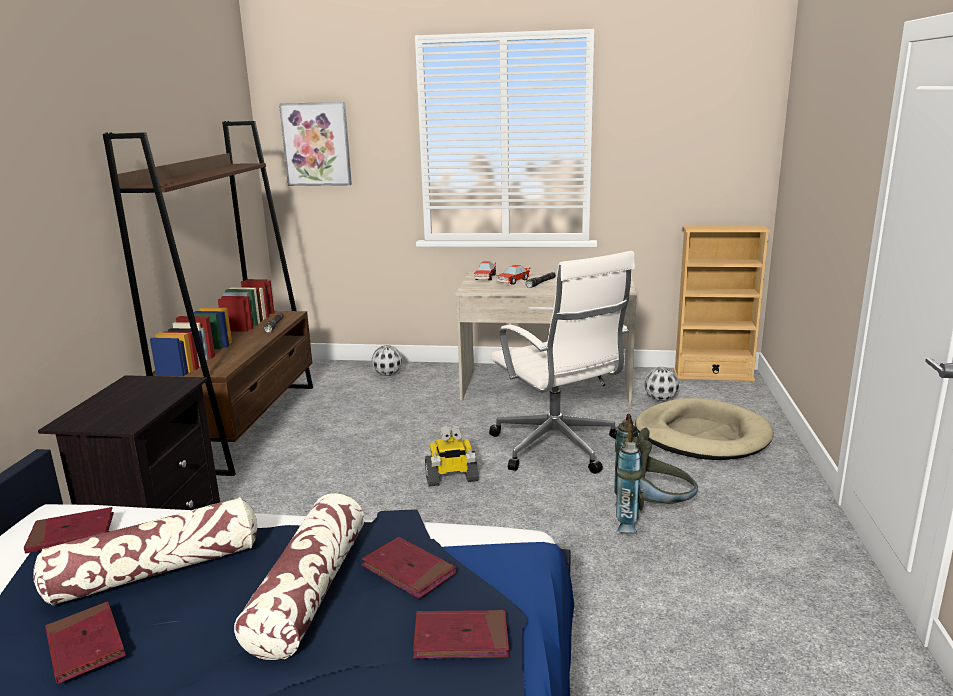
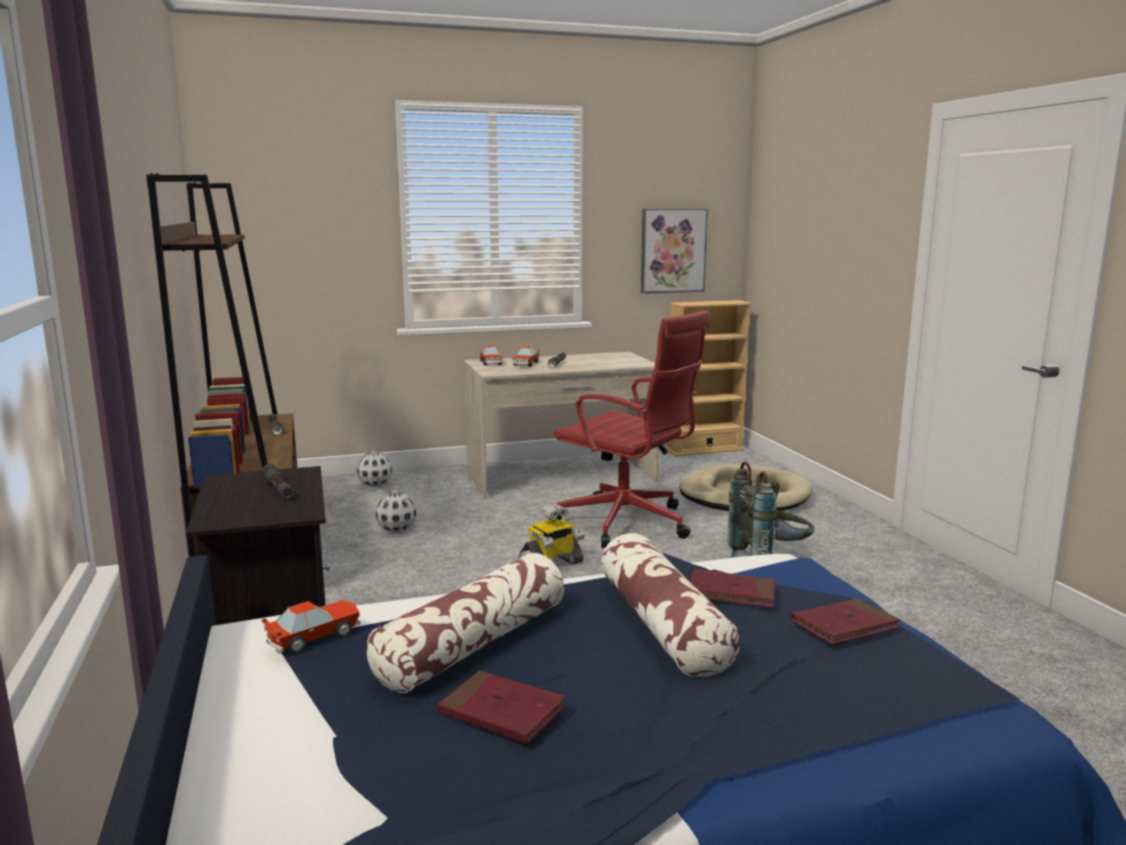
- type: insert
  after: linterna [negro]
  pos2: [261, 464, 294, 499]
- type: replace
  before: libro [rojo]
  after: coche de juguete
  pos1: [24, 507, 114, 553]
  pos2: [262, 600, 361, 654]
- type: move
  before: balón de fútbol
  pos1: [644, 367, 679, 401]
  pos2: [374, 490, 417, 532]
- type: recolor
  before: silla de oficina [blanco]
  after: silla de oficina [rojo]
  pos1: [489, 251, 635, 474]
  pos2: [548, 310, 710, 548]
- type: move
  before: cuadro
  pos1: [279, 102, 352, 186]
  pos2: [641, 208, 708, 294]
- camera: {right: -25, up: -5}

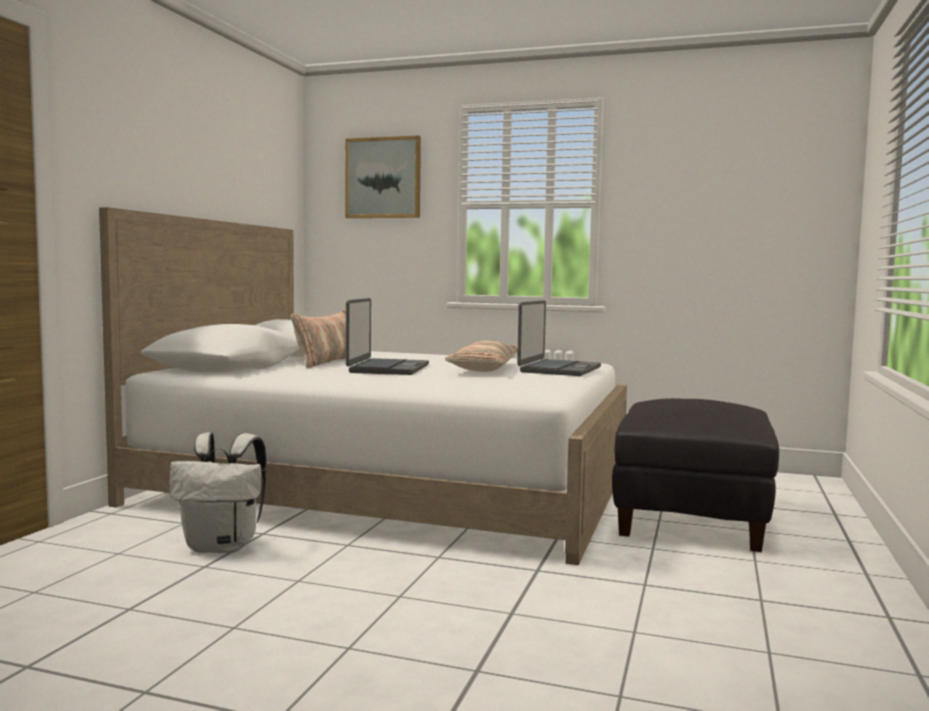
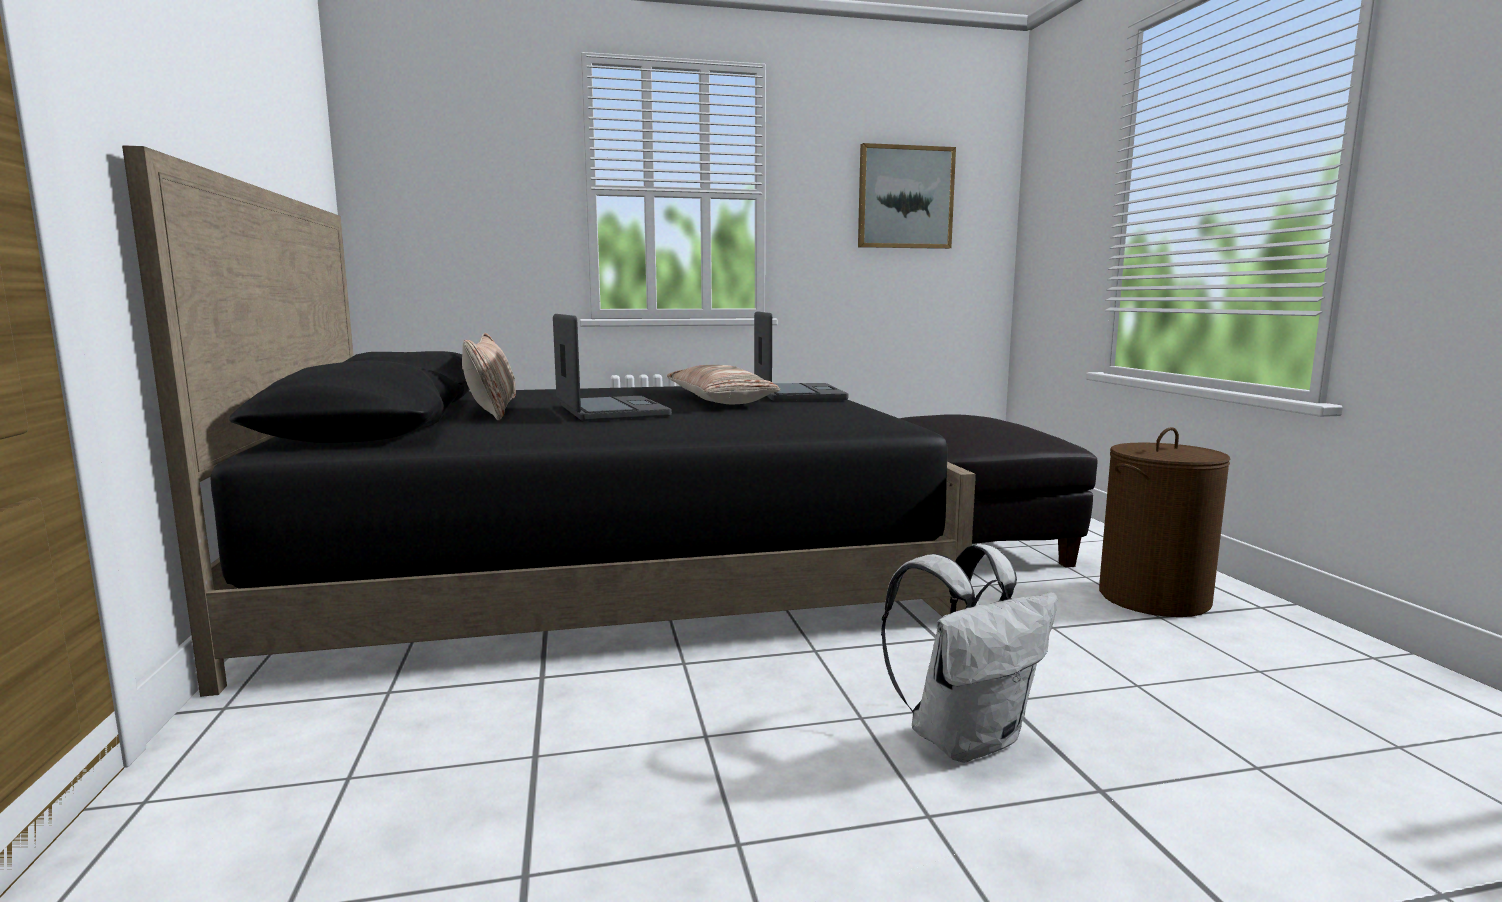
- type: recolor
  before: cama [blanco]
  after: cama [negro]
  pos1: [99, 207, 627, 565]
  pos2: [122, 145, 976, 697]
- type: move
  before: cuadro
  pos1: [345, 136, 421, 218]
  pos2: [858, 143, 956, 249]
- type: move
  before: mochila [blanco]
  pos1: [169, 432, 266, 553]
  pos2: [881, 544, 1058, 762]
- type: insert
  after: cesto de la ropa [marrón]
  pos2: [1099, 427, 1230, 617]
- camera: {right: -30, up: 5}

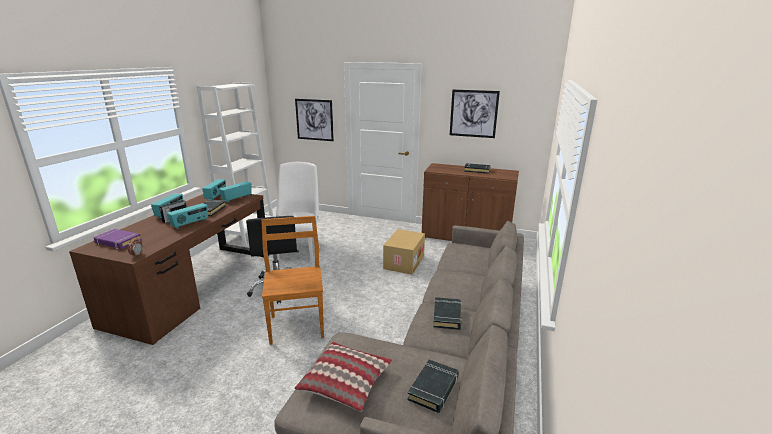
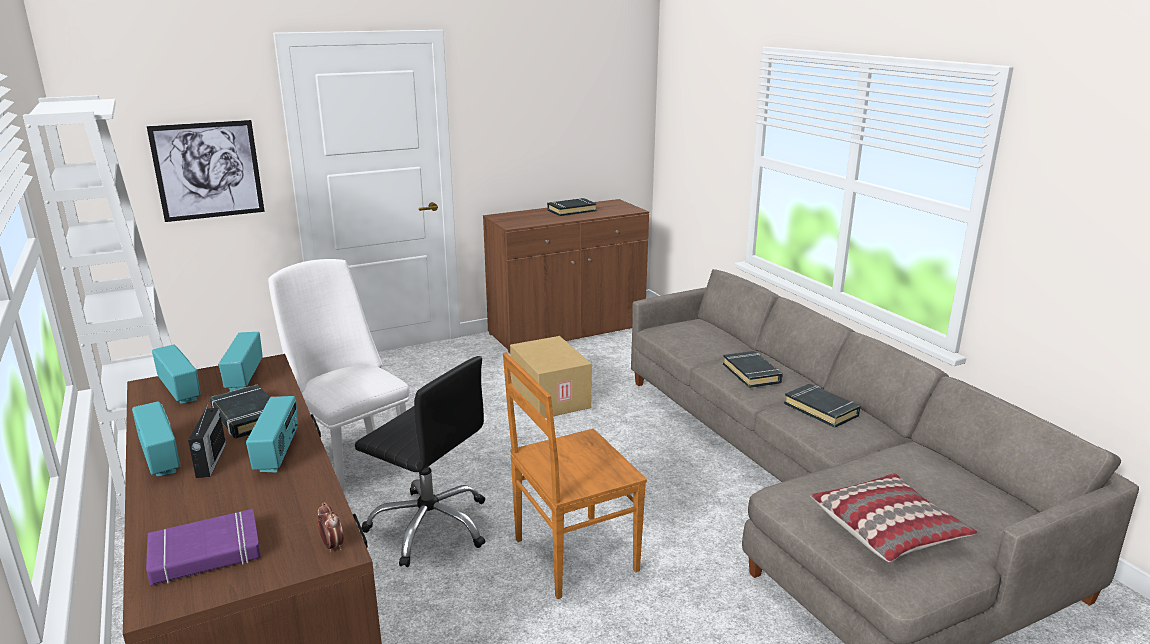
- type: rotate
  before: silla [marrón]
  pos1: [261, 216, 324, 345]
  pos2: [503, 352, 647, 599]
  turn: -60
- type: move
  before: libro [negro]
  pos1: [407, 360, 459, 413]
  pos2: [723, 351, 783, 388]
- type: delete
  before: cuadro
  pos1: [450, 89, 500, 138]
- camera: {right: -45, up: 0}

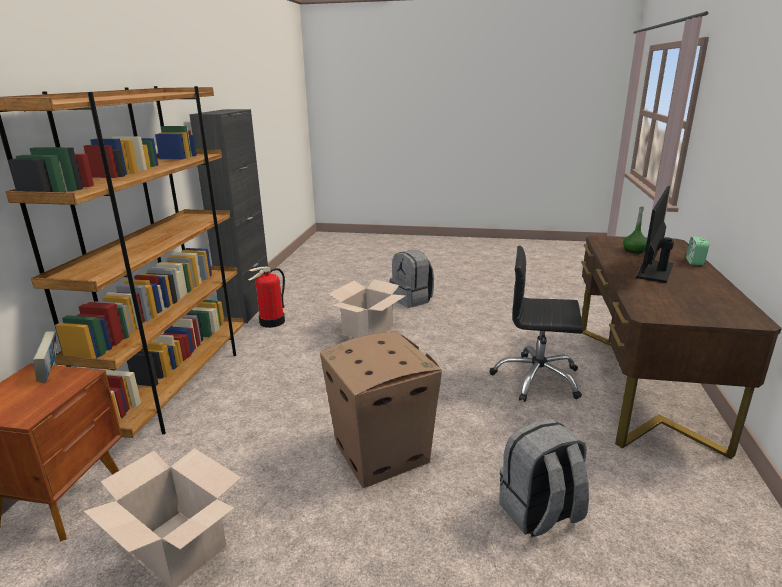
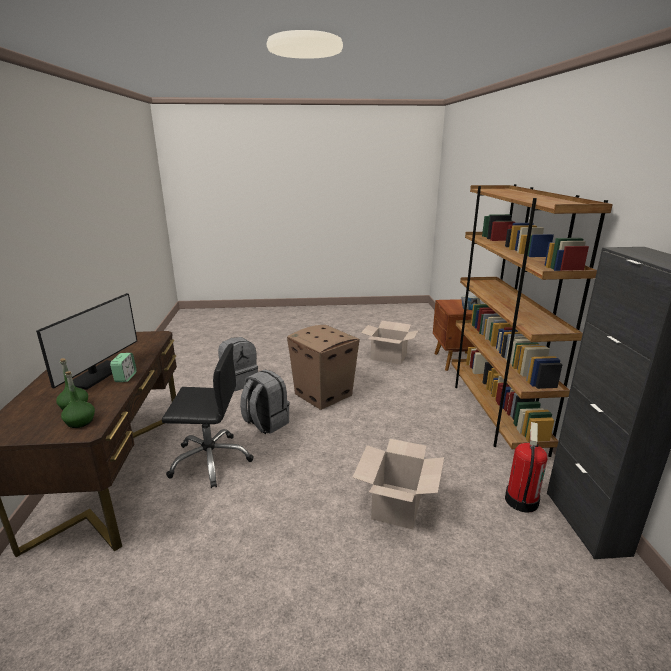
- type: insert
  after: botella [verde]
  pos2: [61, 371, 95, 428]
- type: move
  before: despertador
  pos1: [686, 237, 709, 266]
  pos2: [110, 353, 137, 382]
- type: move
  before: mochila [gris]
  pos1: [390, 250, 434, 308]
  pos2: [240, 369, 290, 434]
- camera: {right: 165, up: 0}

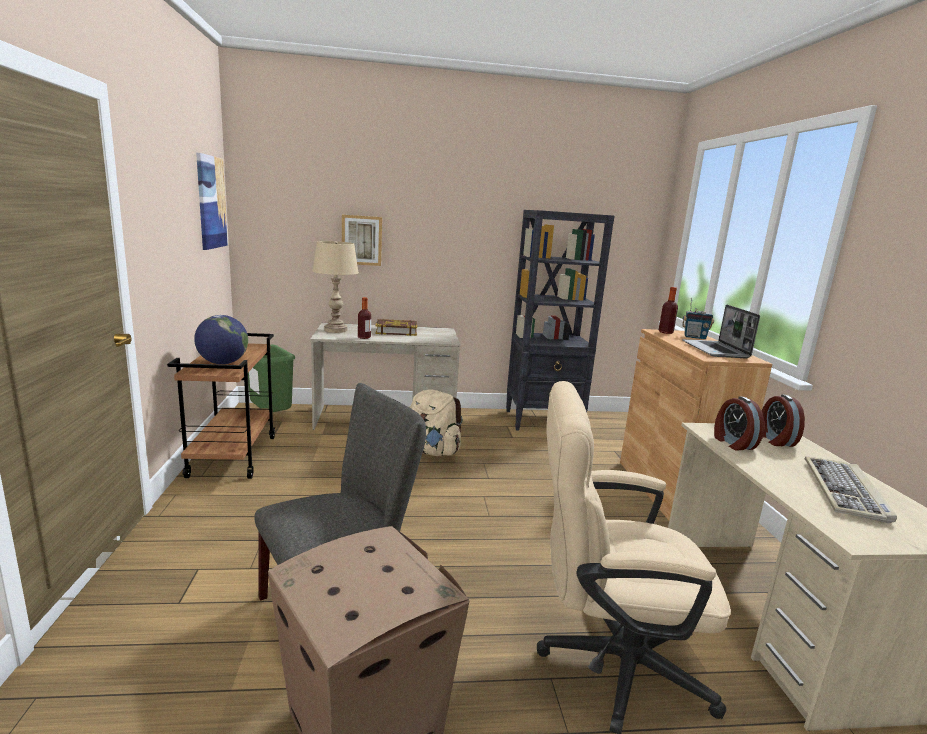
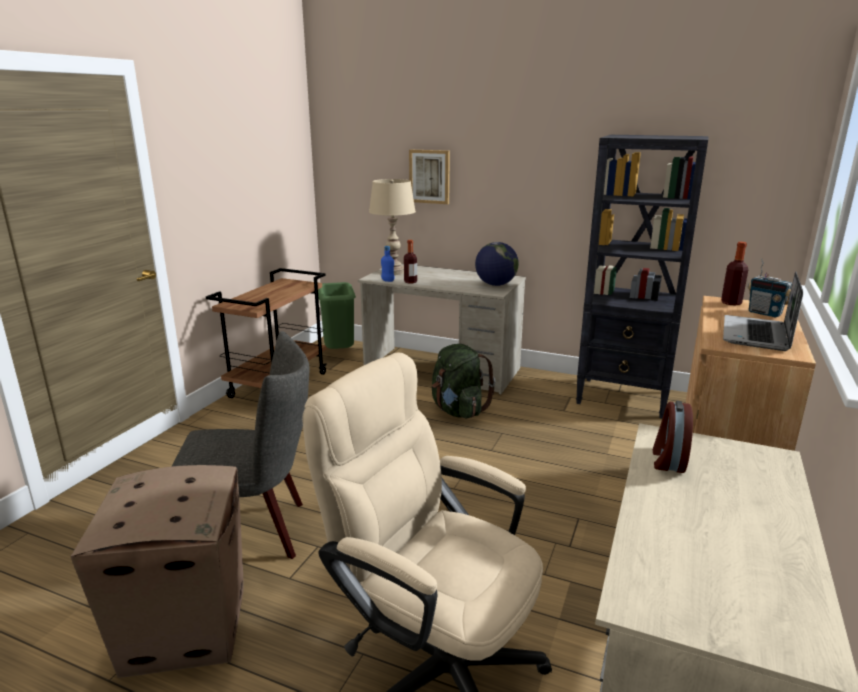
- type: insert
  after: botella [azul]
  pos2: [381, 246, 395, 282]
- type: recolor
  before: mochila [beis]
  after: mochila [verde]
  pos1: [410, 389, 463, 456]
  pos2: [432, 344, 496, 418]
- type: move
  before: globo terráqueo
  pos1: [194, 315, 248, 364]
  pos2: [475, 242, 519, 286]
- type: delete
  before: cuadro
  pos1: [196, 153, 228, 250]
- type: delete
  before: libro
  pos1: [375, 319, 417, 336]
- type: delete
  before: despertador
  pos1: [762, 395, 805, 447]
- type: delete
  before: teclado
  pos1: [805, 457, 897, 523]
- camera: {right: 30, up: 5}

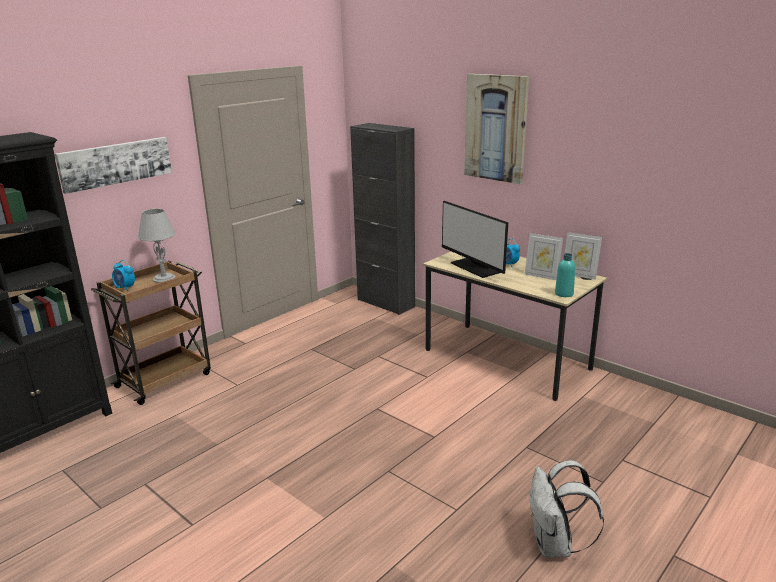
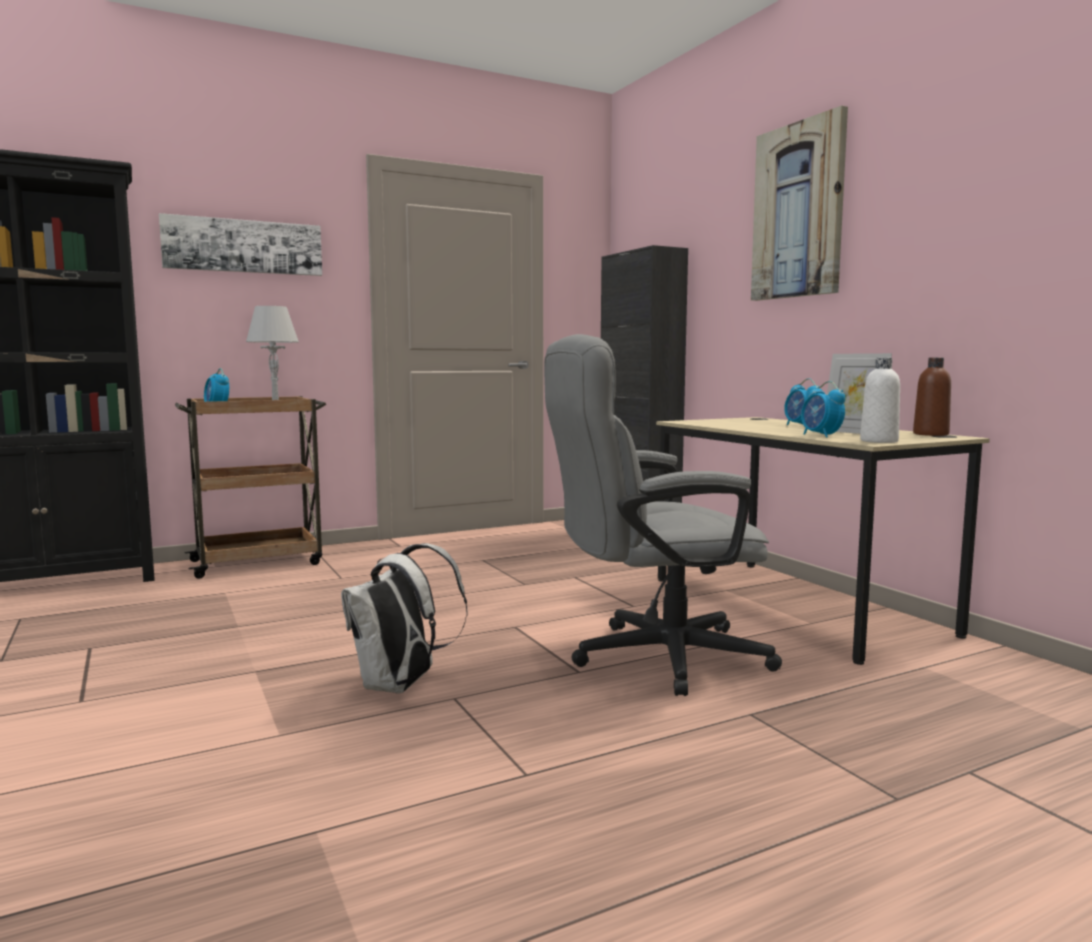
- type: move
  before: mochila [blanco]
  pos1: [529, 460, 604, 557]
  pos2: [341, 543, 468, 694]
- type: insert
  after: silla de oficina [gris]
  pos2: [544, 334, 782, 696]
- type: insert
  after: despertador
  pos2: [801, 381, 846, 438]
- type: recolor
  before: botella [turquesa]
  after: botella [blanco]
  pos1: [555, 253, 575, 297]
  pos2: [860, 358, 900, 443]
- type: replace
  before: portarretratos
  after: botella [marrón]
  pos1: [565, 232, 602, 280]
  pos2: [913, 358, 951, 436]
- type: delete
  before: monitor
  pos1: [442, 201, 508, 278]
- camera: {right: 20, up: -15}

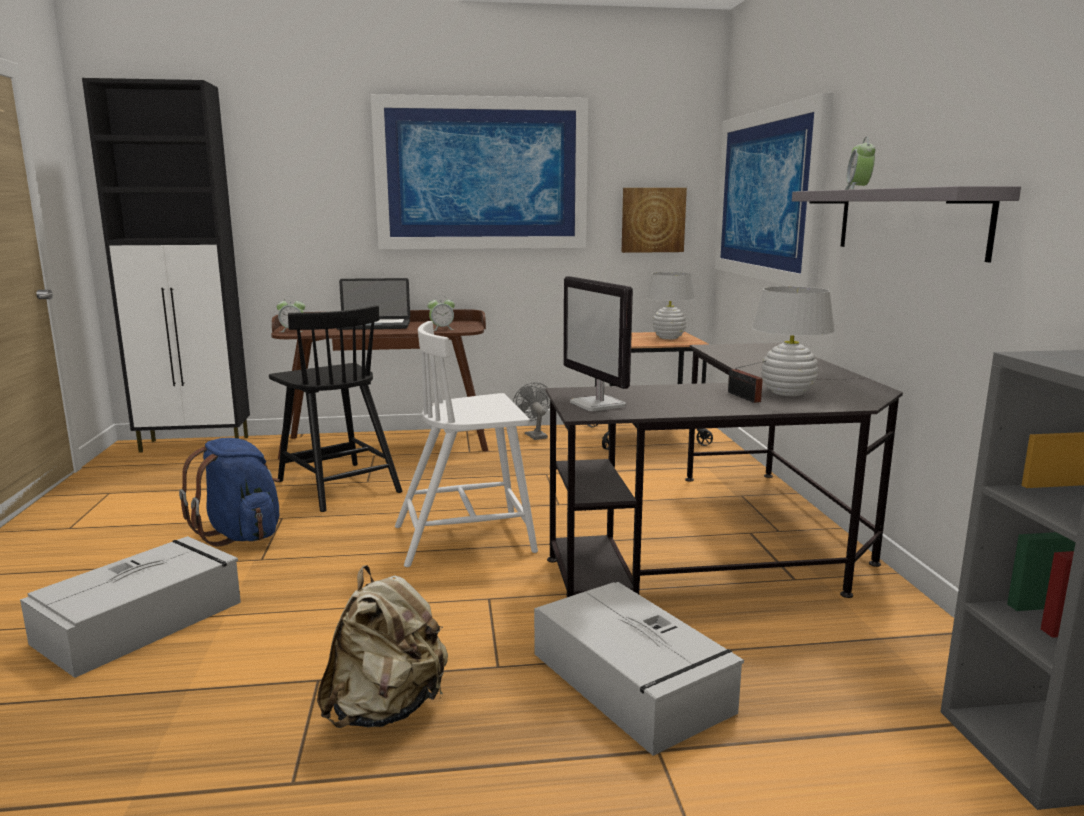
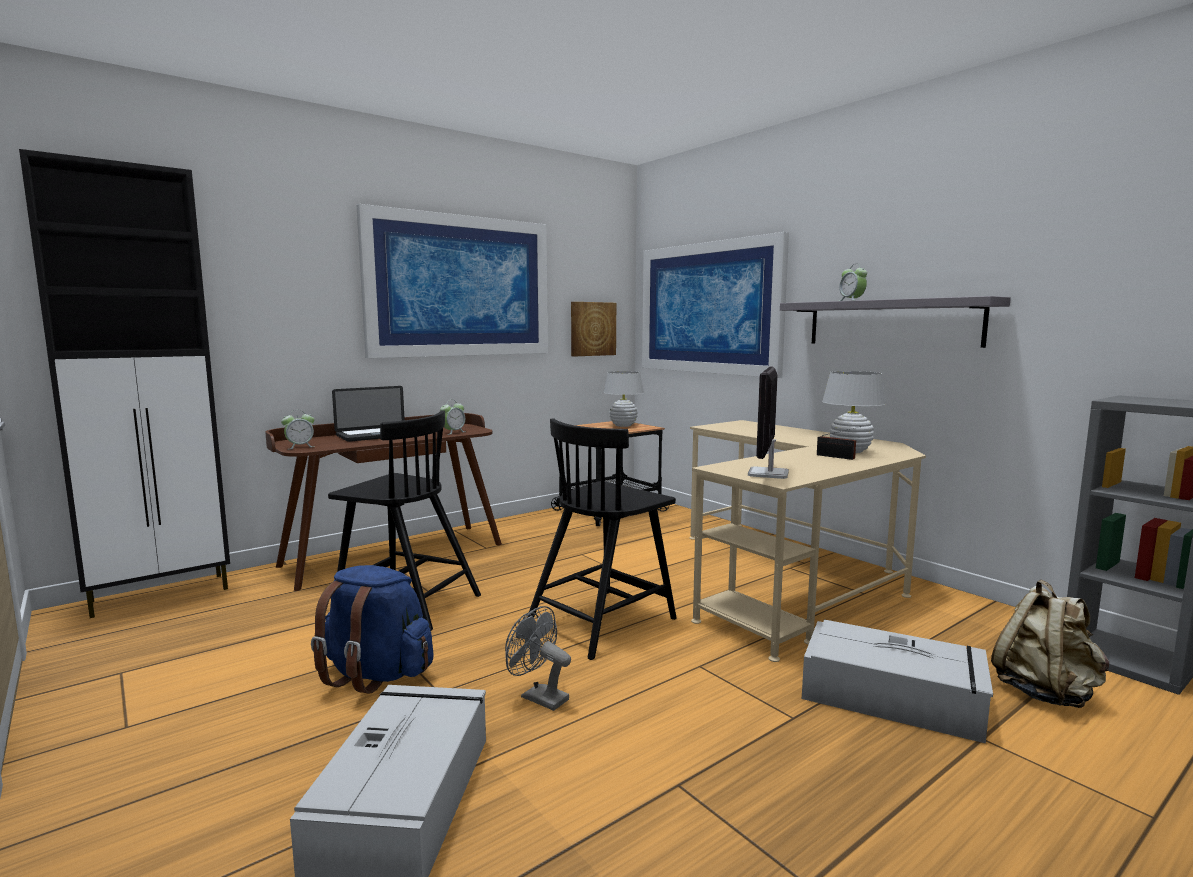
- type: move
  before: ventilador [gris]
  pos1: [513, 382, 550, 440]
  pos2: [505, 606, 571, 711]
- type: recolor
  before: silla [blanco]
  after: silla [negro]
  pos1: [395, 321, 538, 567]
  pos2: [527, 418, 677, 660]
- type: recolor
  before: escritorio [negro]
  after: escritorio [beis]
  pos1: [545, 343, 903, 598]
  pos2: [690, 420, 926, 662]
- type: rotate
  before: monitor
  pos1: [563, 276, 633, 411]
  pos2: [748, 367, 789, 479]
  turn: 75
- type: move
  before: mochila [beis]
  pos1: [317, 565, 448, 728]
  pos2: [991, 579, 1109, 708]
- camera: {right: -30, up: -5}

